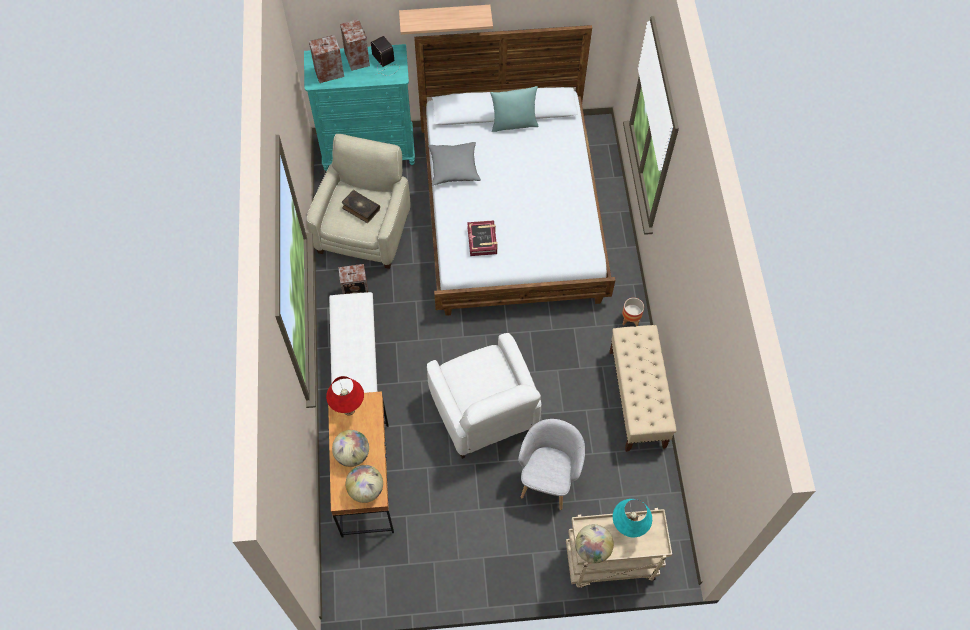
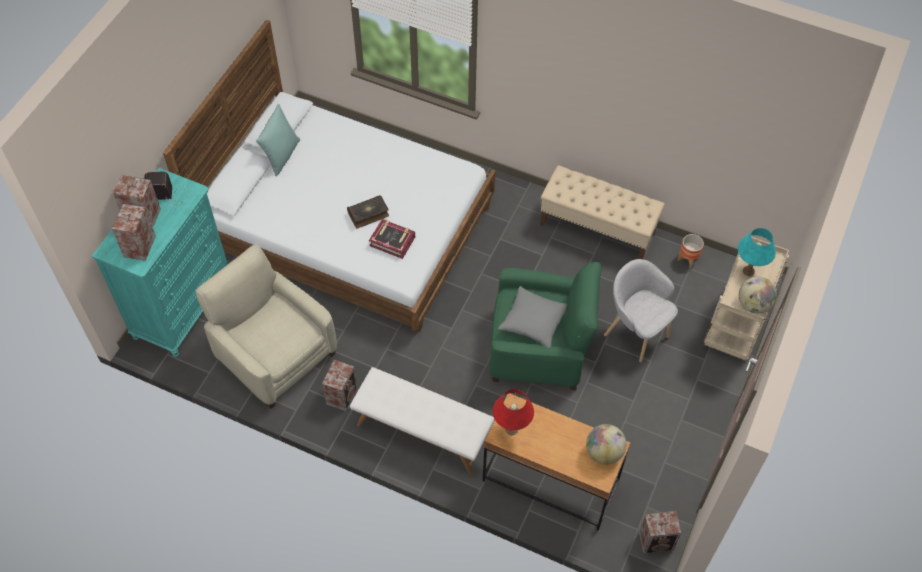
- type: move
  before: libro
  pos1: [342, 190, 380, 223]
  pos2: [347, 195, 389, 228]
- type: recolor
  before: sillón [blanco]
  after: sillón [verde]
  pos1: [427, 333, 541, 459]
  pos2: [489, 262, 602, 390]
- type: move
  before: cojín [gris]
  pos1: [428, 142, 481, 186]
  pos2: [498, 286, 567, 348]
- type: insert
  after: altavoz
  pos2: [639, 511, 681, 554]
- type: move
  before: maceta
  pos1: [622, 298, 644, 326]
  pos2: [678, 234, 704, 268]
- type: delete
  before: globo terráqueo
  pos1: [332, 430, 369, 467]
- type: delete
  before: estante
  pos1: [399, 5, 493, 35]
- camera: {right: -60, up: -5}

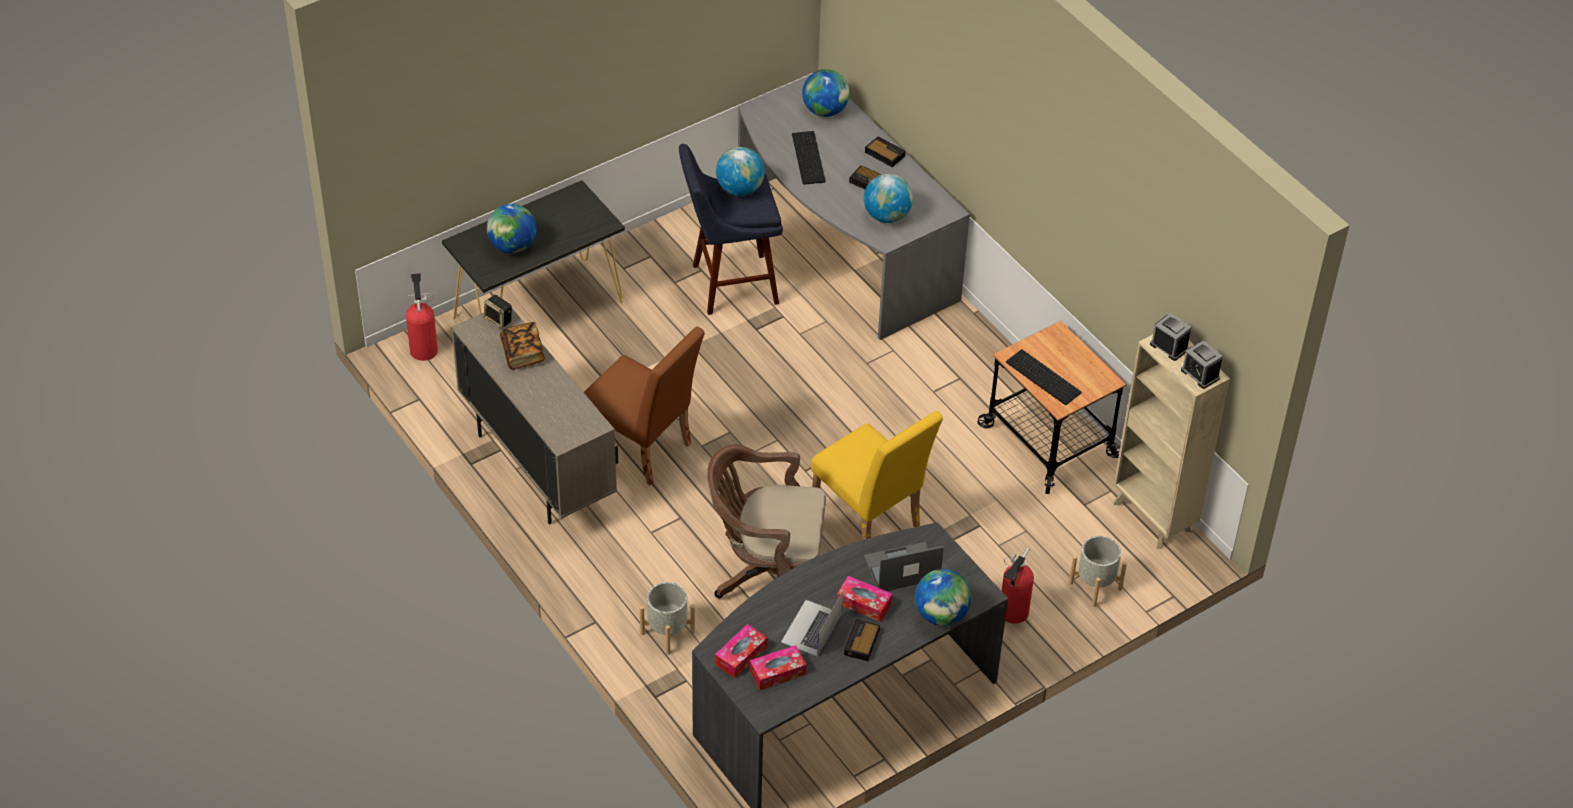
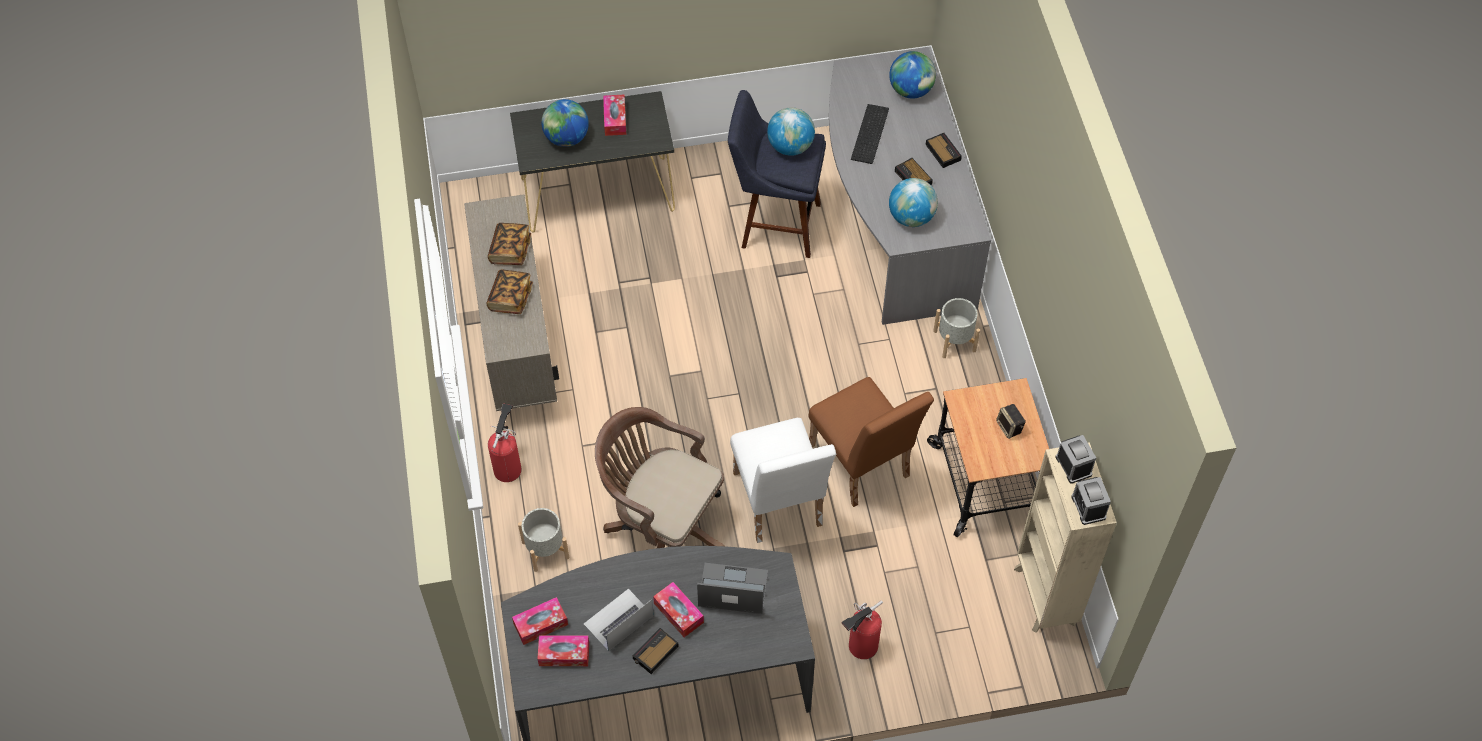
- type: insert
  after: libro
  pos2: [486, 270, 533, 314]
- type: move
  before: extintor
  pos1: [406, 273, 438, 361]
  pos2: [488, 403, 522, 482]
- type: insert
  after: caja de pañuelos
  pos2: [603, 95, 626, 136]
- type: recolor
  before: silla [amarillo]
  after: silla [blanco]
  pos1: [811, 411, 943, 540]
  pos2: [730, 418, 836, 543]
- type: move
  before: silla [marrón]
  pos1: [584, 326, 705, 486]
  pos2: [808, 377, 934, 507]
- type: move
  before: maceta [gris]
  pos1: [1069, 536, 1127, 607]
  pos2: [933, 298, 980, 358]
- type: move
  before: altavoz
  pos1: [484, 295, 512, 329]
  pos2: [996, 404, 1025, 439]
- type: delete
  before: globo terráqueo
  pos1: [915, 569, 971, 626]
- type: delete
  before: teclado
  pos1: [1006, 349, 1082, 405]
- camera: {right: 25, up: 10}

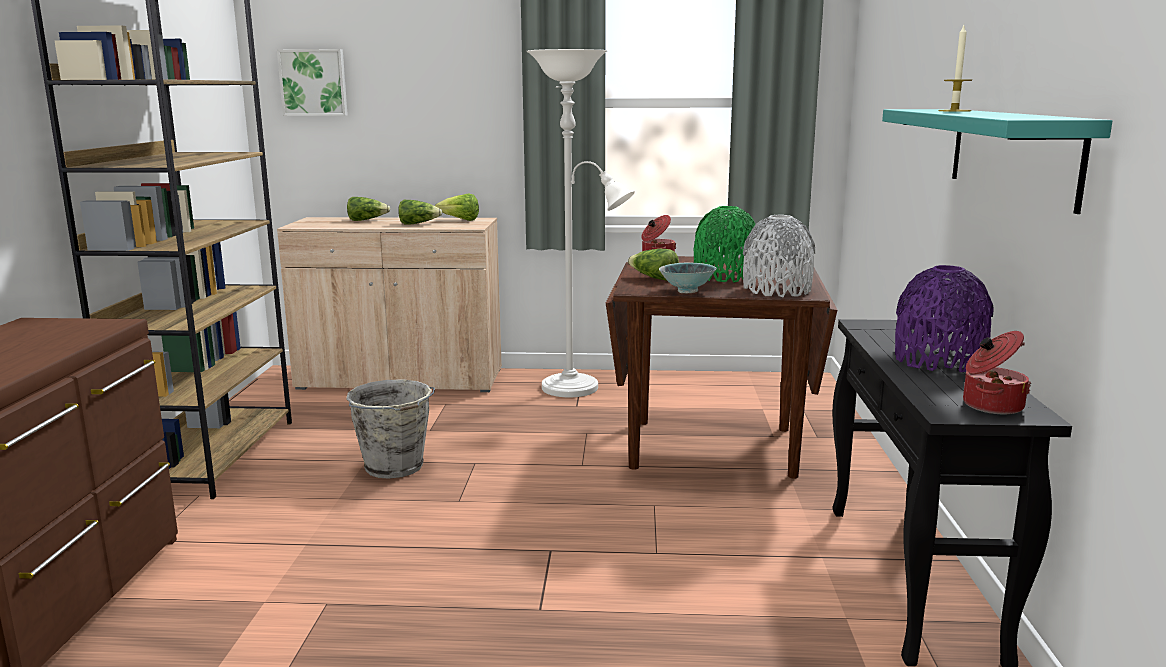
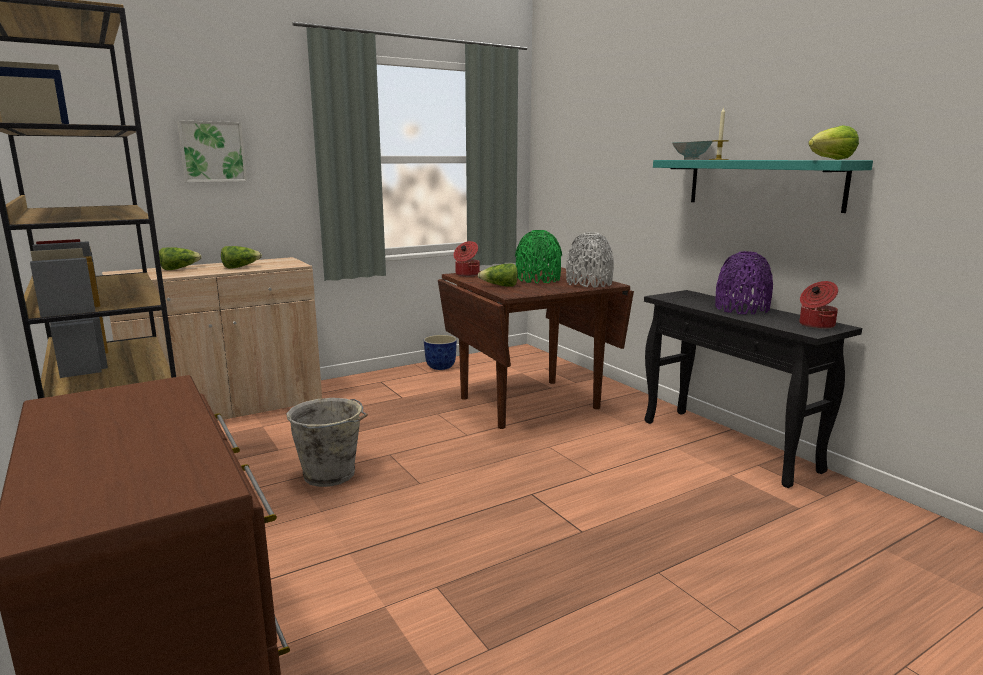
- type: move
  before: cuadro
  pos1: [277, 49, 348, 116]
  pos2: [177, 120, 247, 182]
- type: insert
  after: maceta
  pos2: [424, 335, 457, 370]
- type: move
  before: cuenco
  pos1: [659, 262, 717, 293]
  pos2: [672, 141, 713, 160]
- type: move
  before: lechuga
  pos1: [435, 194, 479, 221]
  pos2: [808, 125, 859, 160]
- type: delete
  before: lámpara de pie [blanco]
  pos1: [527, 49, 635, 397]
- camera: {right: -35, up: 0}

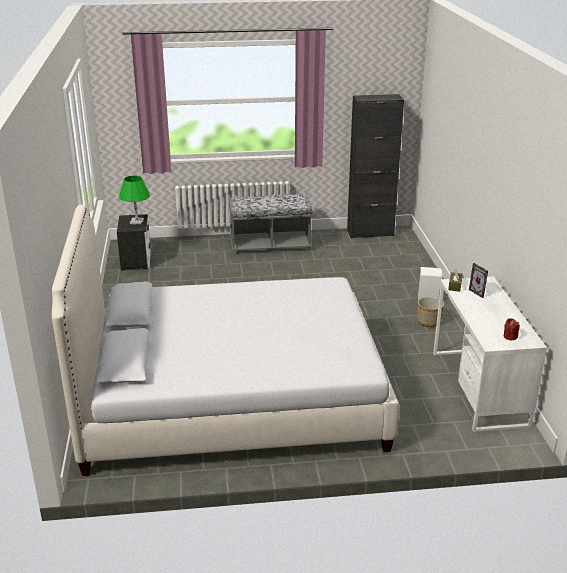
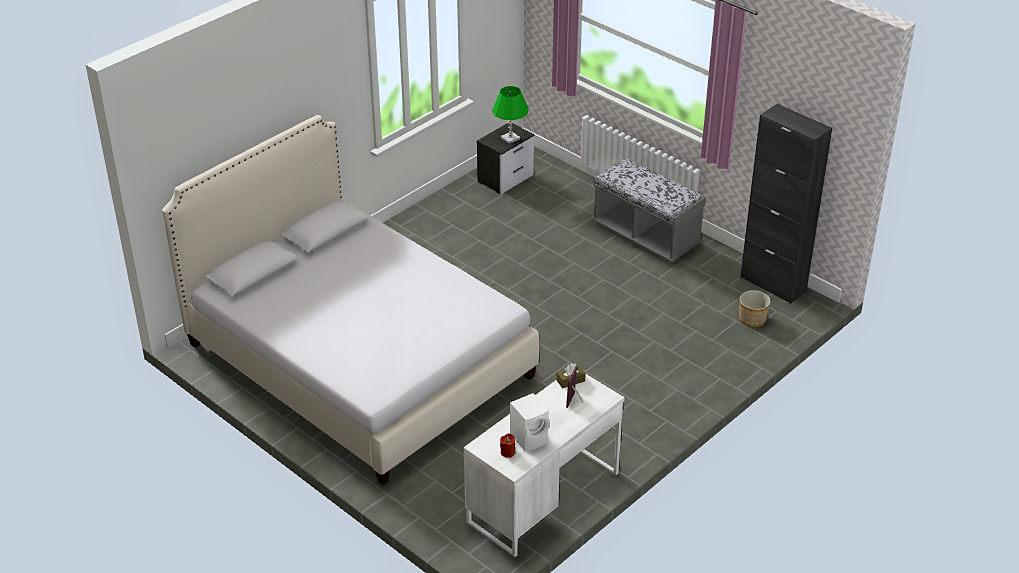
- type: move
  before: altavoz [blanco]
  pos1: [418, 267, 442, 300]
  pos2: [510, 393, 550, 452]
- type: move
  before: maceta
  pos1: [417, 297, 444, 327]
  pos2: [739, 290, 770, 327]
- camera: {right: 50, up: 10}

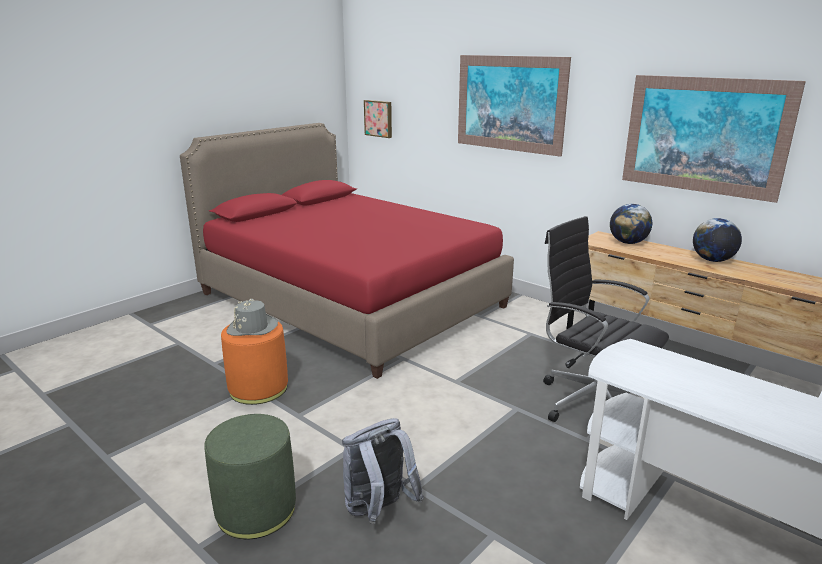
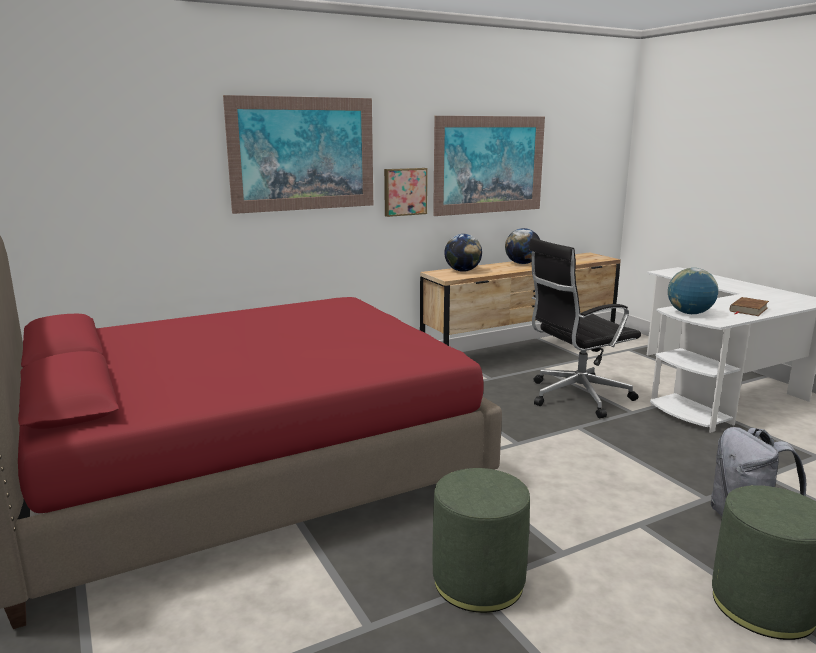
- type: move
  before: cuadro
  pos1: [364, 100, 392, 138]
  pos2: [384, 168, 428, 217]
- type: recolor
  before: puf [naranja]
  after: puf [verde]
  pos1: [221, 322, 288, 405]
  pos2: [433, 468, 530, 613]
- type: insert
  after: globo terráqueo
  pos2: [668, 268, 718, 314]
- type: insert
  after: libro [marrón]
  pos2: [730, 297, 769, 316]
- type: delete
  before: sombrero [gris]
  pos1: [226, 299, 278, 336]
- camera: {right: -70, up: -5}

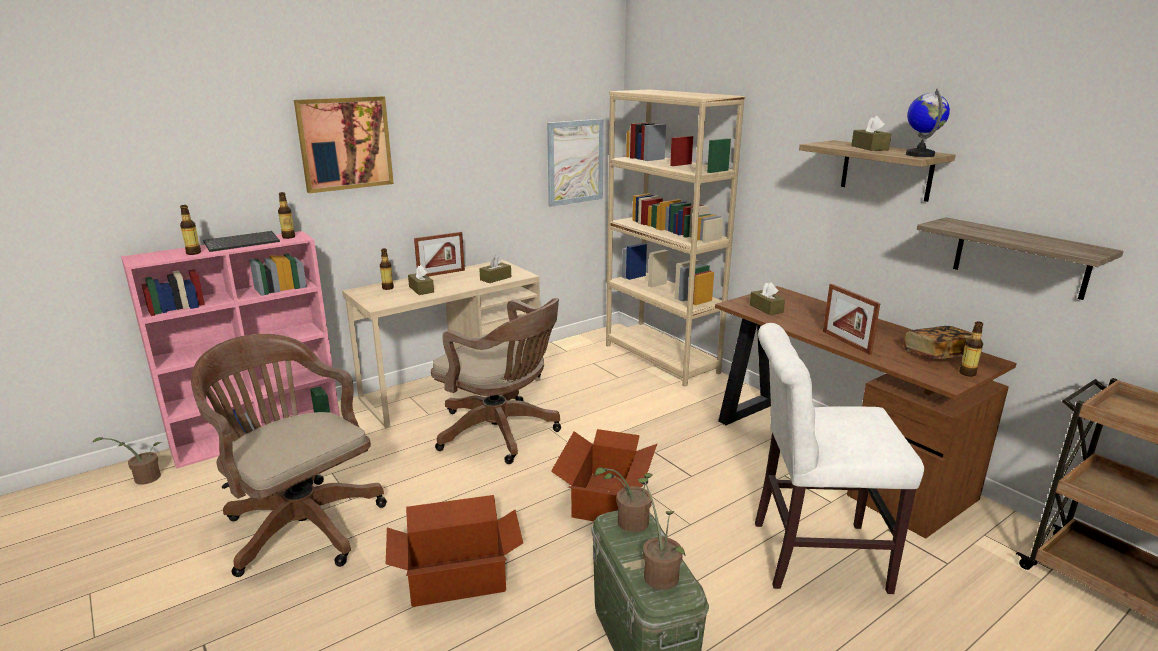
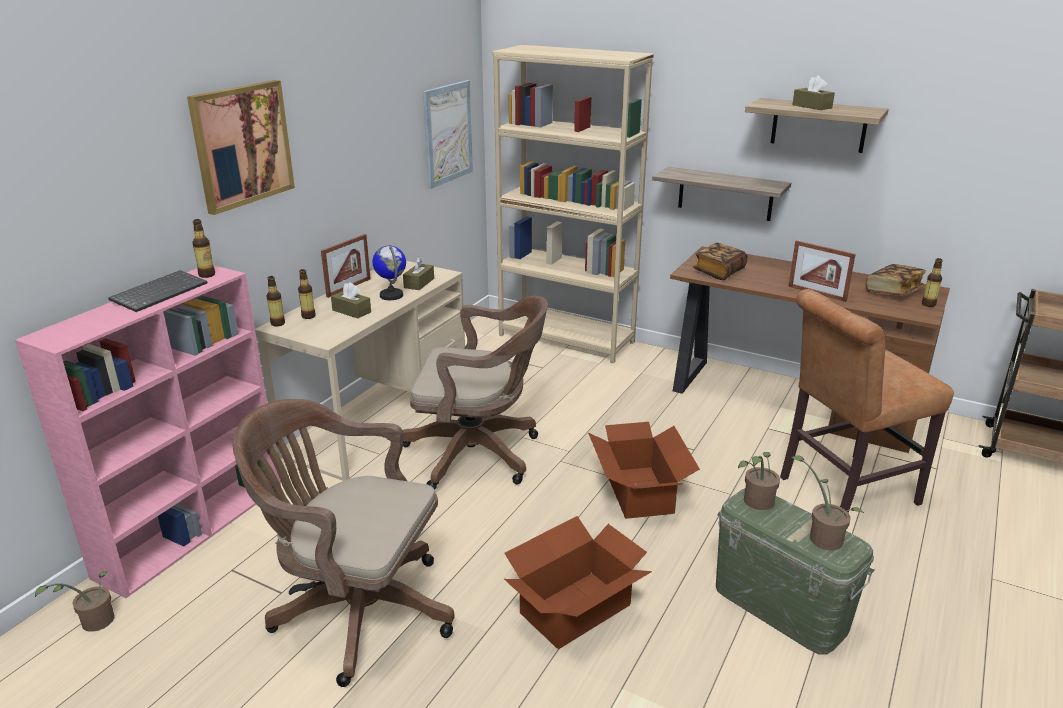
- type: move
  before: botella
  pos1: [180, 205, 201, 255]
  pos2: [267, 276, 285, 327]
- type: move
  before: globo terráqueo
  pos1: [906, 89, 950, 157]
  pos2: [372, 245, 406, 300]
- type: move
  before: estante
  pos1: [917, 217, 1124, 300]
  pos2: [652, 167, 791, 221]
- type: replace
  before: caja de pañuelos [marrón]
  after: libro
  pos1: [750, 282, 785, 315]
  pos2: [693, 243, 747, 280]
- type: recolor
  before: silla [blanco]
  after: silla [marrón]
  pos1: [755, 323, 924, 594]
  pos2: [780, 289, 954, 513]
- camera: {right: -25, up: 5}

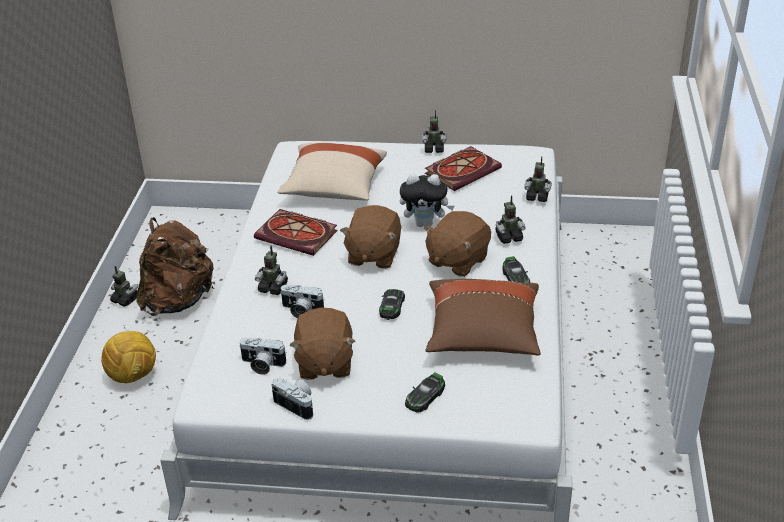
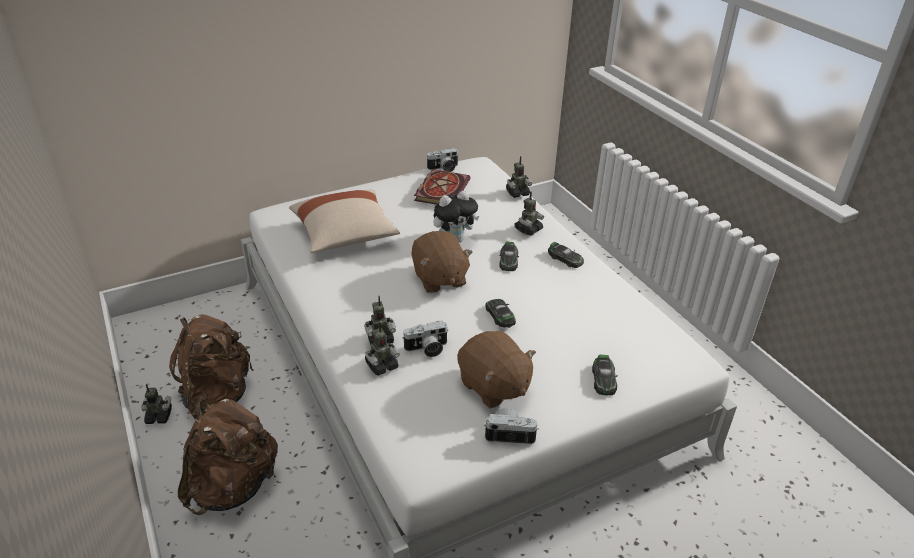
- type: replace
  before: balón de fútbol
  after: mochila [marrón]
  pos1: [101, 331, 156, 383]
  pos2: [178, 399, 278, 515]
- type: move
  before: robot de juguete
  pos1: [422, 110, 446, 153]
  pos2: [365, 322, 400, 376]
- type: move
  before: cámara
  pos1: [239, 338, 287, 375]
  pos2: [426, 148, 459, 172]
- type: replace
  before: peluche [marrón]
  after: coche de juguete
  pos1: [424, 211, 491, 277]
  pos2: [499, 242, 519, 271]
- type: delete
  before: libro
  pos1: [254, 209, 338, 256]
- type: delete
  before: cojín [marrón]
  pos1: [425, 279, 541, 355]
- camera: {right: -35, up: 0}

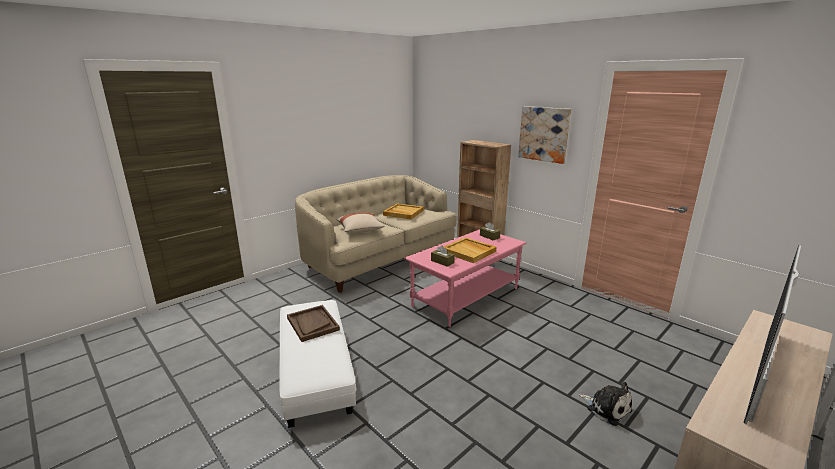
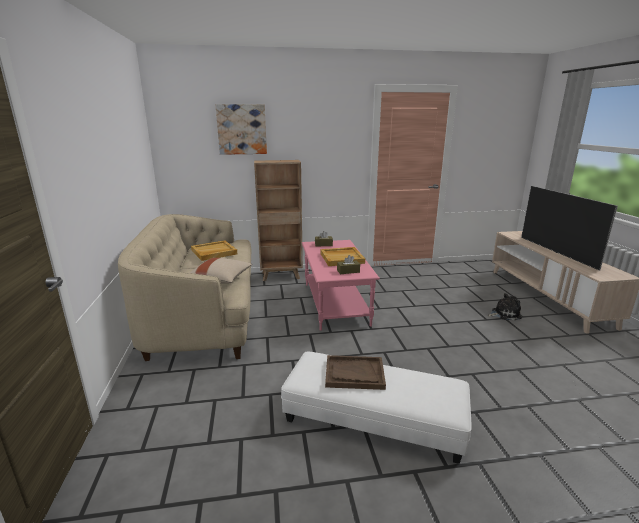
- type: move
  before: cuadro
  pos1: [518, 106, 571, 164]
  pos2: [216, 104, 267, 155]
- camera: {right: -55, up: 0}

